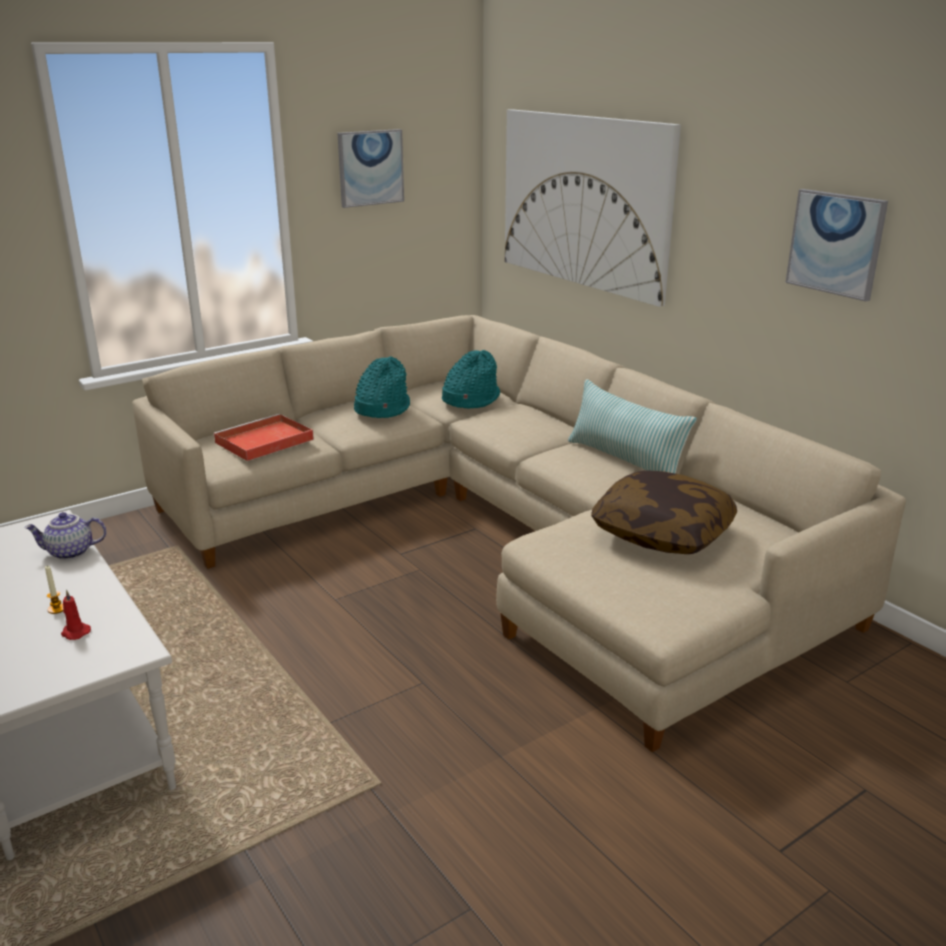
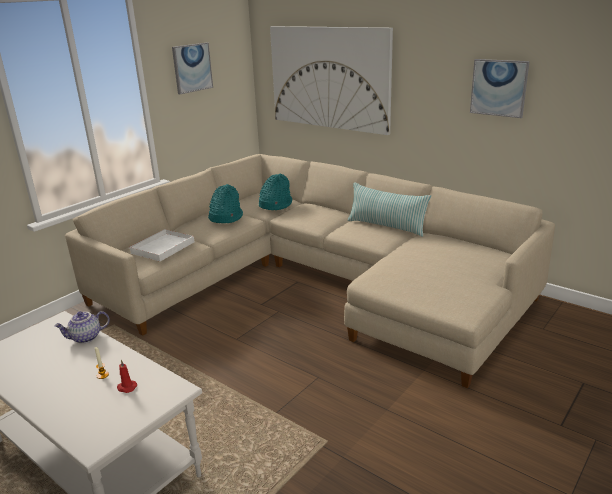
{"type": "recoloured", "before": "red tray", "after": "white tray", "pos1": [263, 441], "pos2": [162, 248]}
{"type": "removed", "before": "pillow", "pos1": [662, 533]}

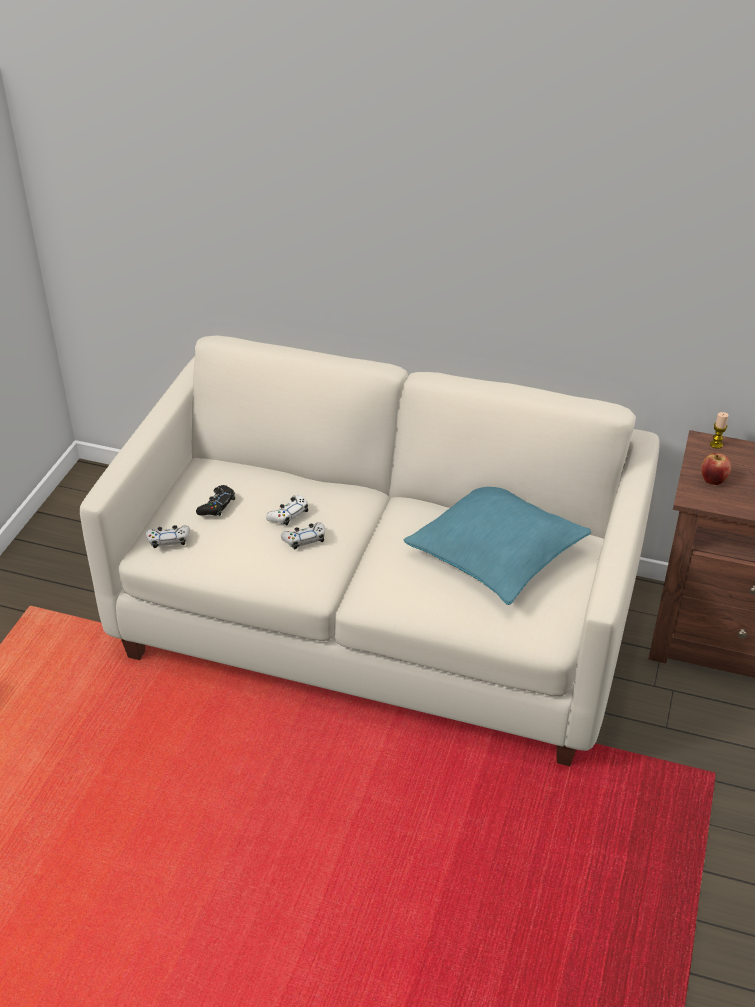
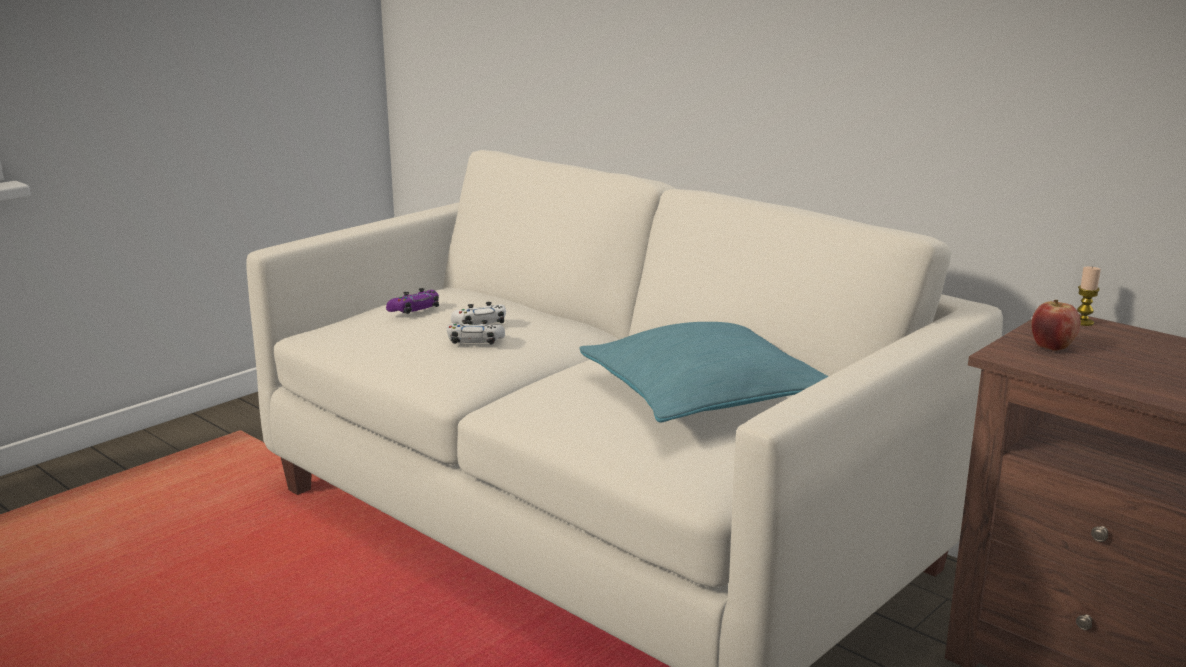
{"type": "removed", "before": "white game controller", "pos1": [169, 540]}
{"type": "recoloured", "before": "black game controller", "after": "purple game controller", "pos1": [216, 506], "pos2": [415, 309]}

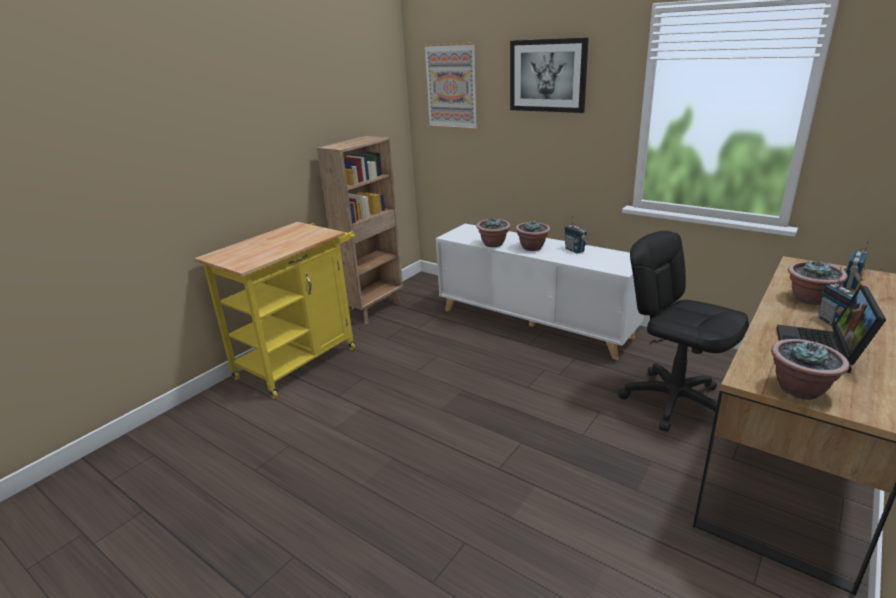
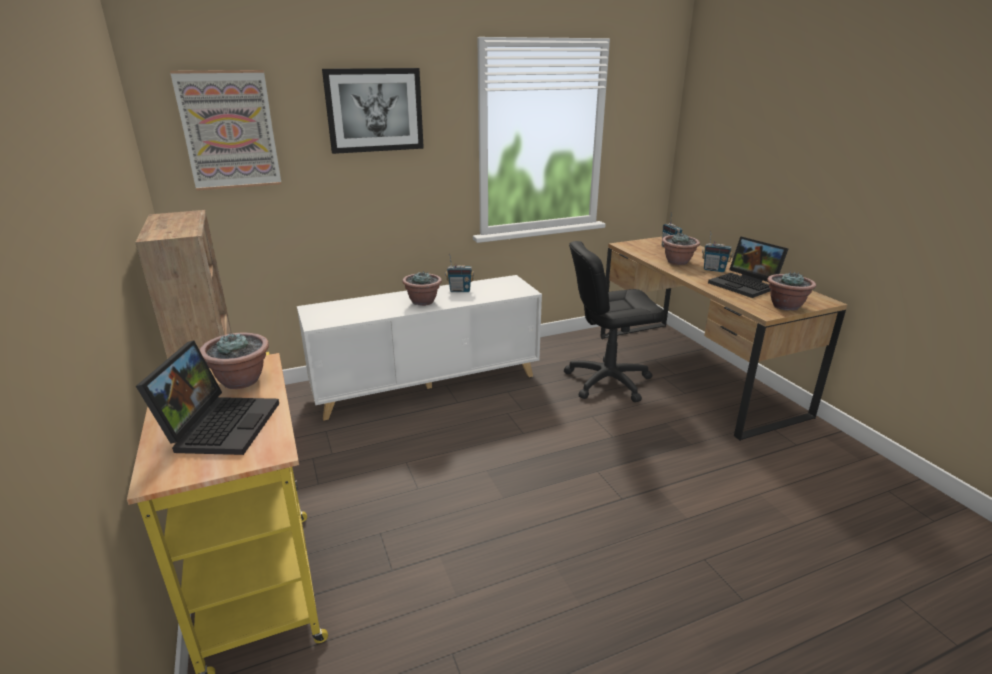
{"type": "moved", "before": "potted plant", "pos1": [493, 244], "pos2": [242, 381]}
{"type": "added", "after": "laptop", "pos2": [220, 424]}

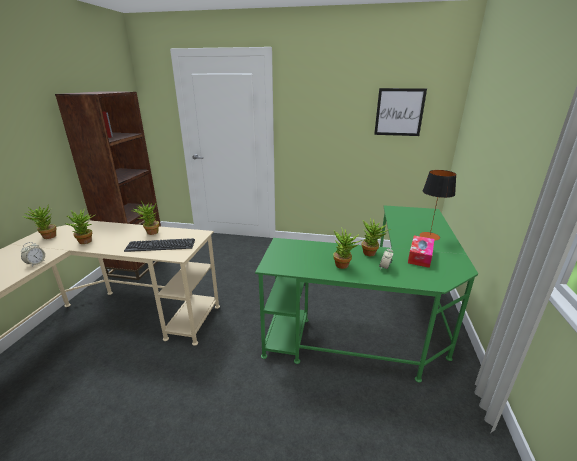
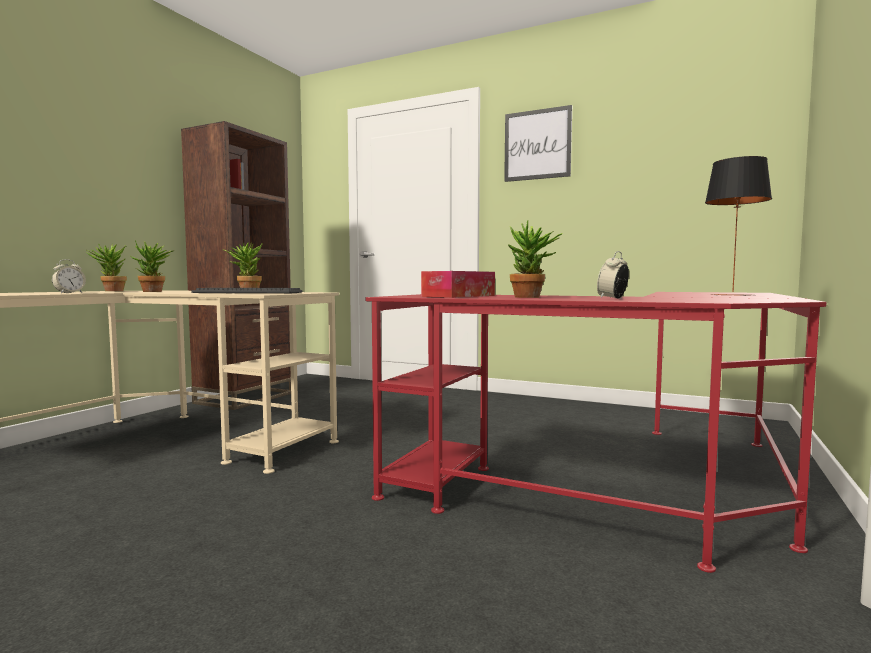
{"type": "recoloured", "before": "green desk", "after": "red desk", "pos1": [375, 324], "pos2": [627, 487]}
{"type": "removed", "before": "potted plant", "pos1": [372, 254]}
{"type": "moved", "before": "picture", "pos1": [399, 112], "pos2": [537, 144]}
{"type": "moved", "before": "tissue box", "pos1": [420, 256], "pos2": [459, 296]}

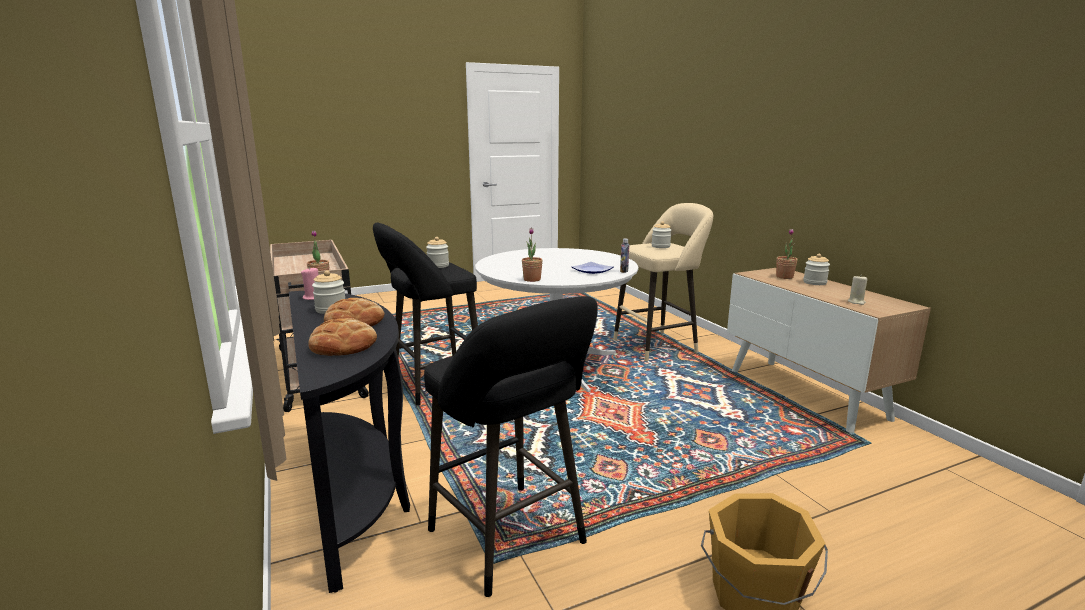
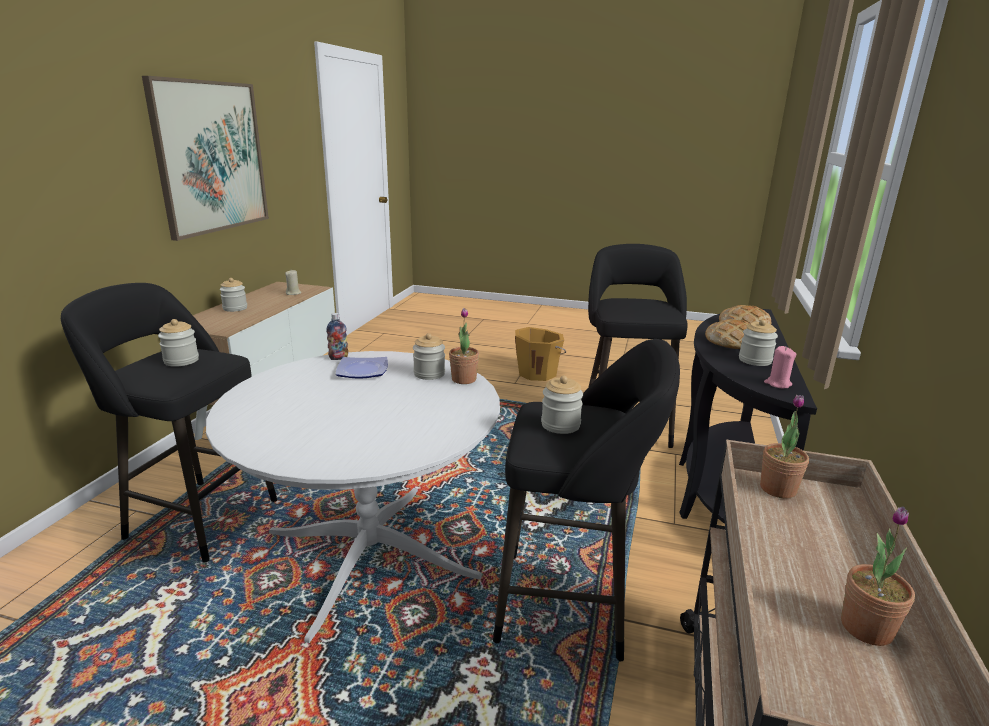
{"type": "recoloured", "before": "beige stool", "after": "black stool", "pos1": [659, 345], "pos2": [196, 517]}
{"type": "moved", "before": "potted plant", "pos1": [784, 277], "pos2": [866, 628]}
{"type": "added", "after": "picture", "pos2": [211, 157]}
{"type": "added", "after": "jar", "pos2": [429, 374]}

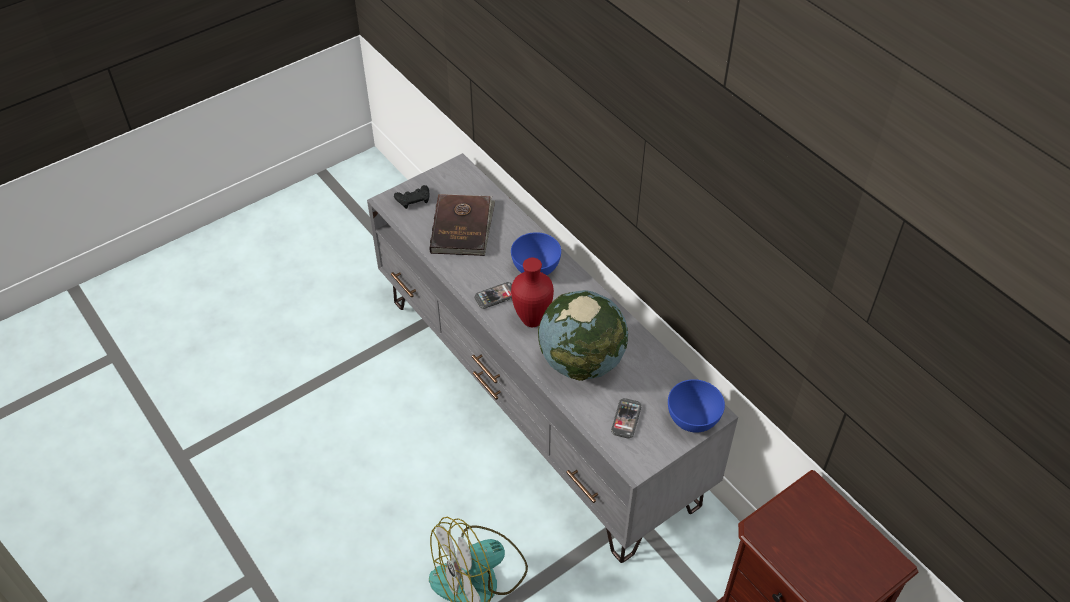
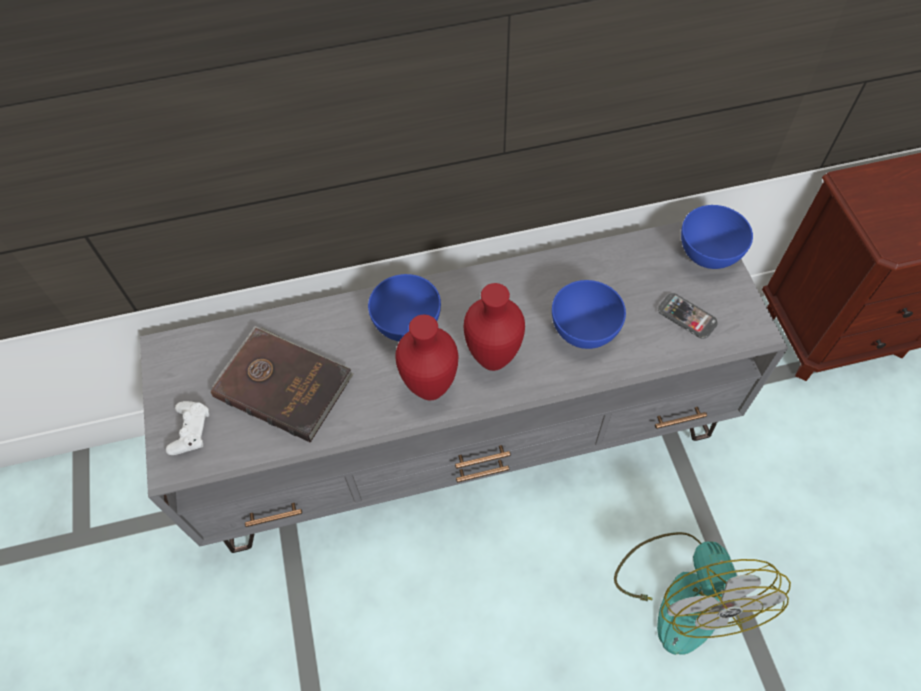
{"type": "recoloured", "before": "black game controller", "after": "white game controller", "pos1": [413, 199], "pos2": [190, 430]}
{"type": "replaced", "before": "phone", "after": "red vase", "pos1": [495, 296], "pos2": [432, 387]}
{"type": "replaced", "before": "globe", "after": "blue bowl", "pos1": [582, 362], "pos2": [584, 330]}

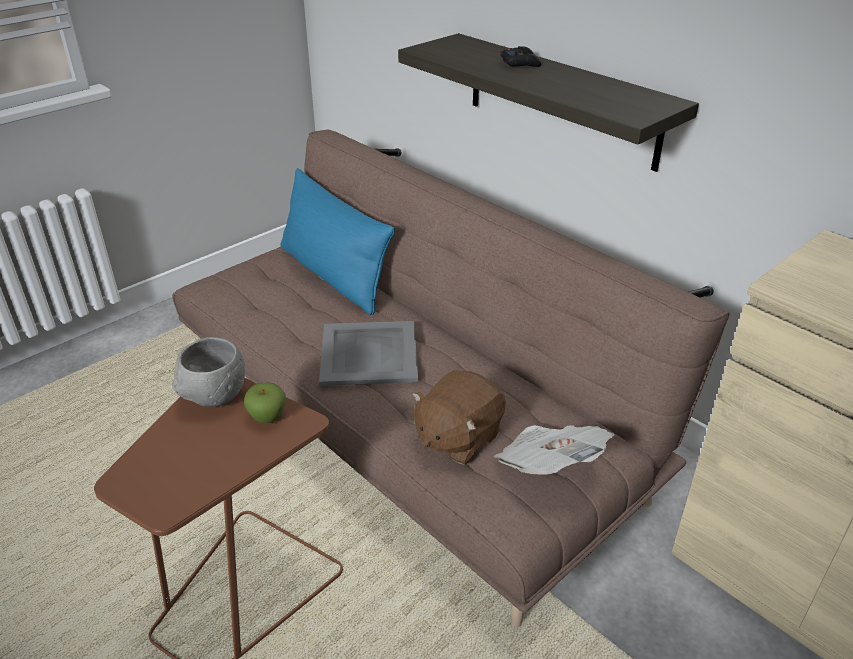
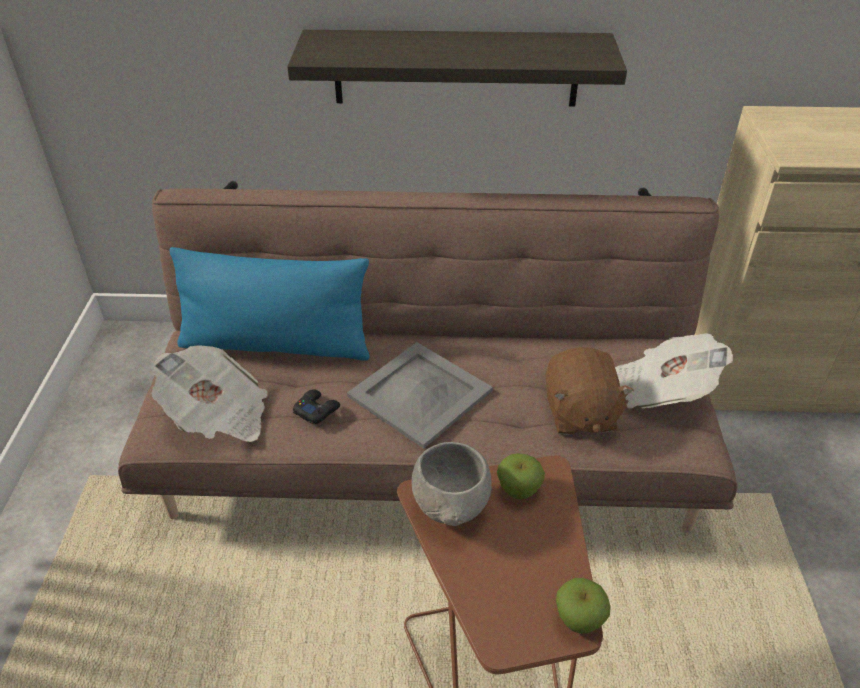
{"type": "moved", "before": "black game controller", "pos1": [520, 63], "pos2": [316, 410]}
{"type": "added", "after": "newspaper", "pos2": [218, 415]}
{"type": "added", "after": "apple", "pos2": [579, 620]}

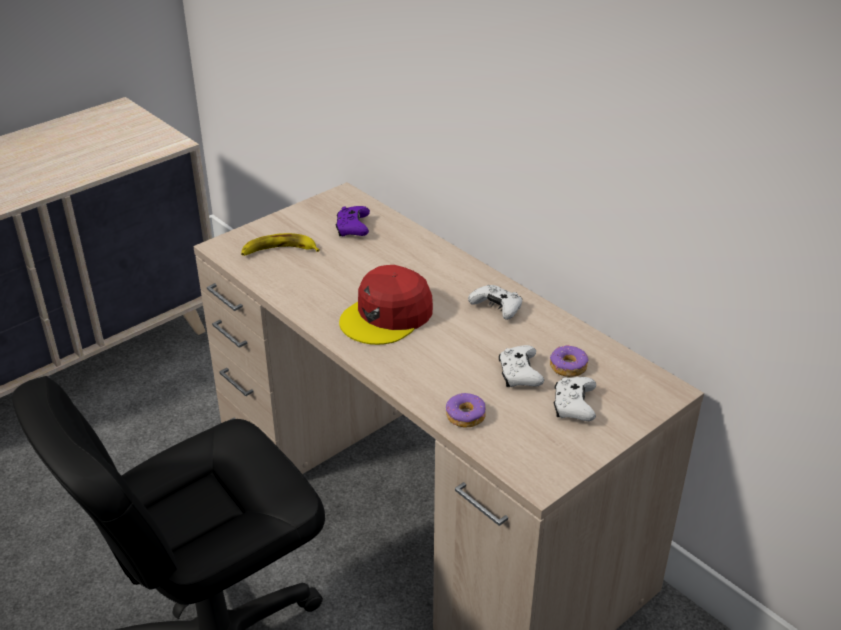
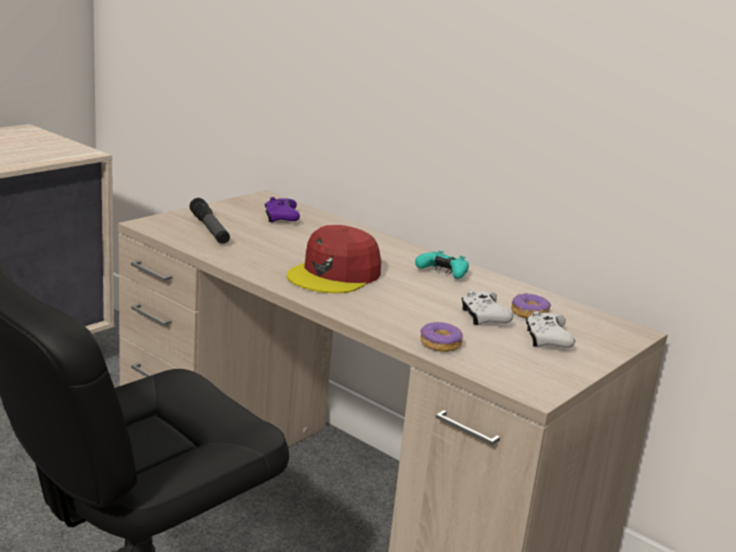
{"type": "replaced", "before": "banana", "after": "flashlight", "pos1": [279, 251], "pos2": [209, 229]}
{"type": "recoloured", "before": "white game controller", "after": "turquoise game controller", "pos1": [497, 308], "pos2": [443, 273]}

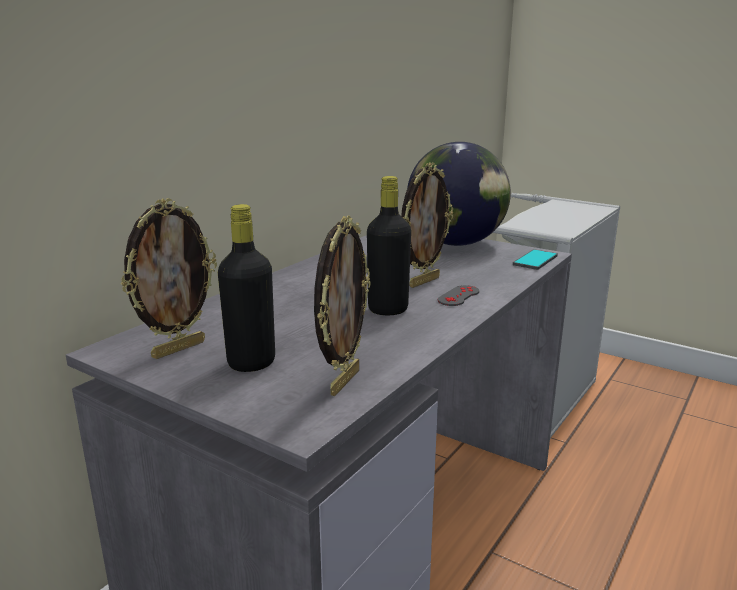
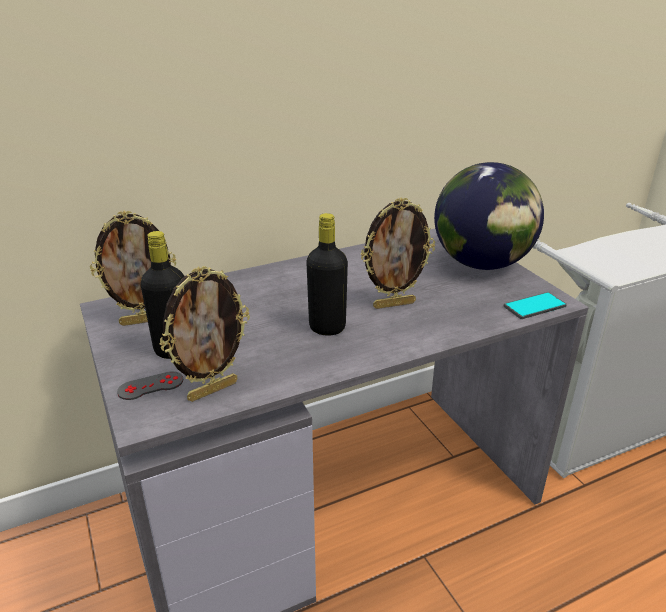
{"type": "moved", "before": "grey game controller", "pos1": [458, 296], "pos2": [150, 386]}

